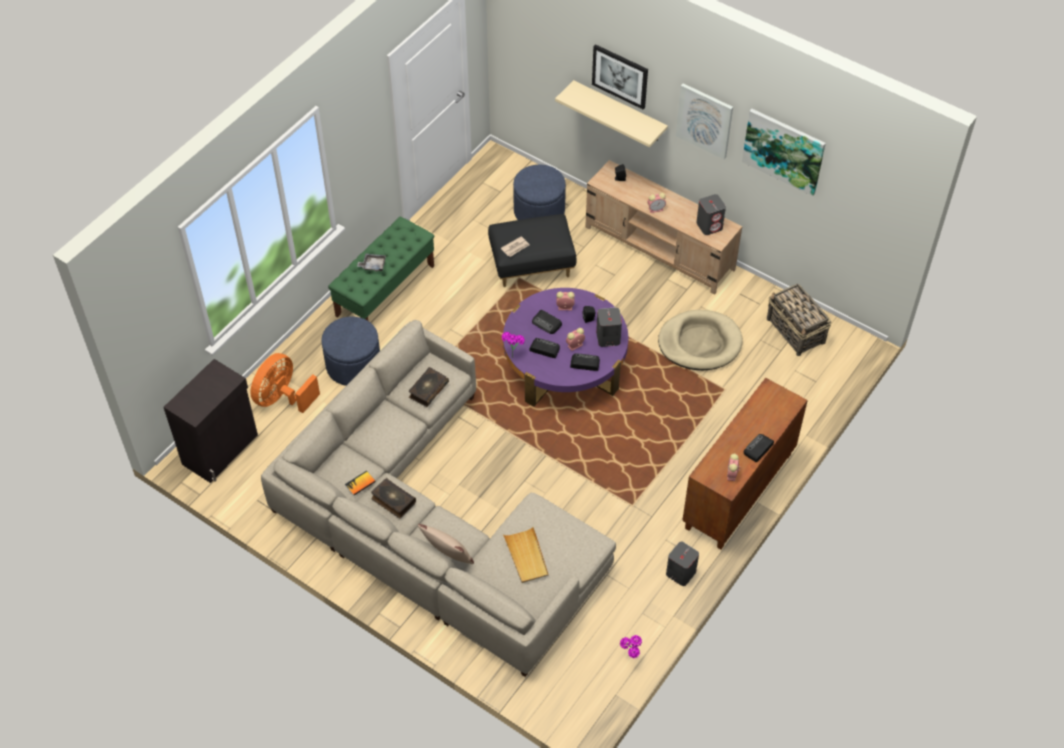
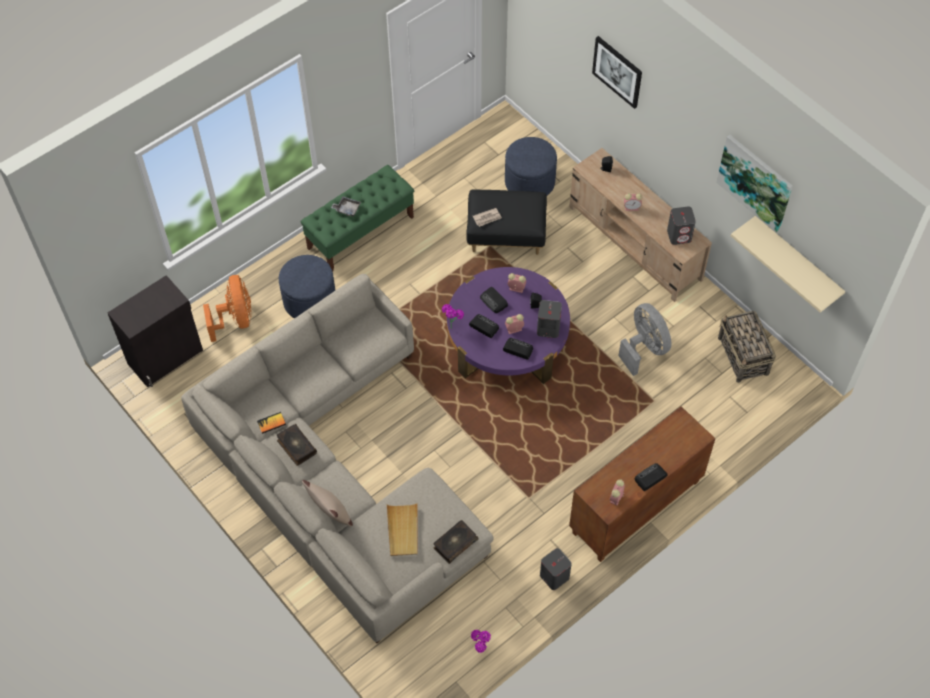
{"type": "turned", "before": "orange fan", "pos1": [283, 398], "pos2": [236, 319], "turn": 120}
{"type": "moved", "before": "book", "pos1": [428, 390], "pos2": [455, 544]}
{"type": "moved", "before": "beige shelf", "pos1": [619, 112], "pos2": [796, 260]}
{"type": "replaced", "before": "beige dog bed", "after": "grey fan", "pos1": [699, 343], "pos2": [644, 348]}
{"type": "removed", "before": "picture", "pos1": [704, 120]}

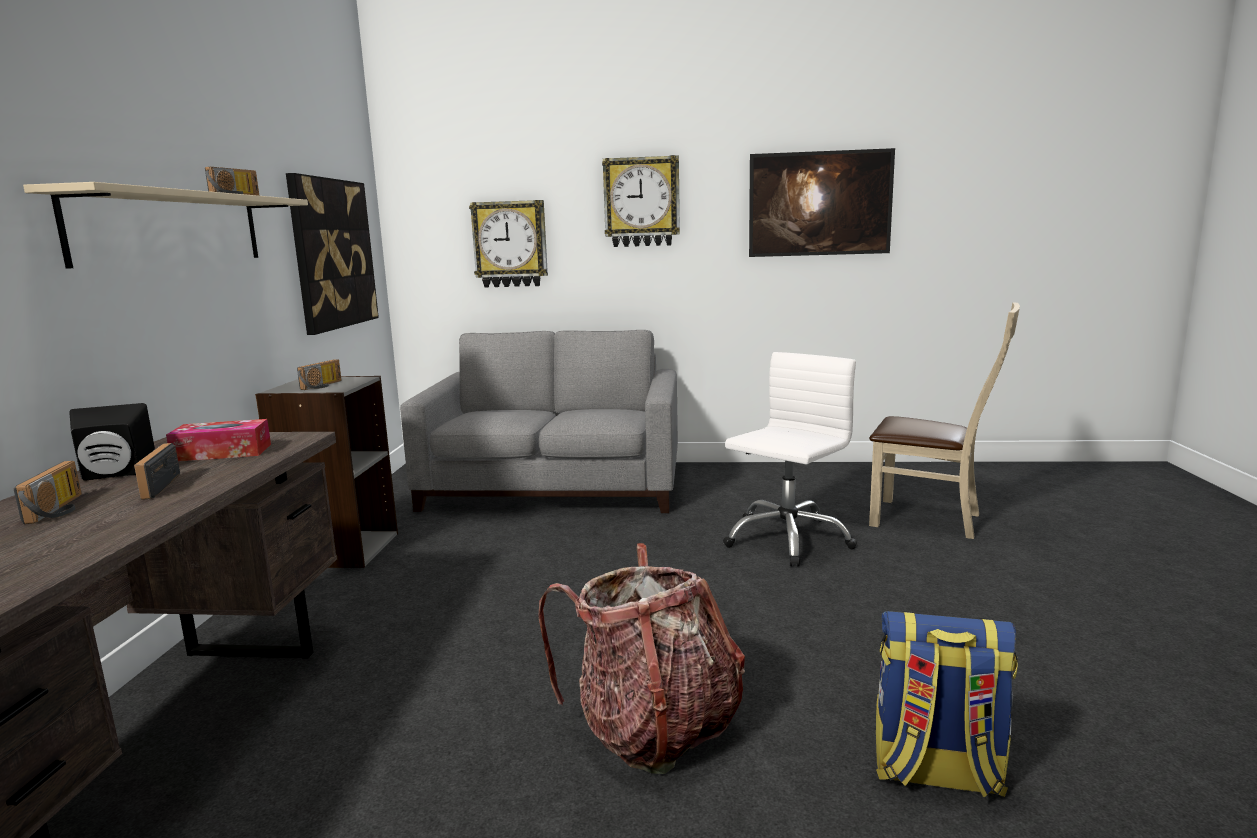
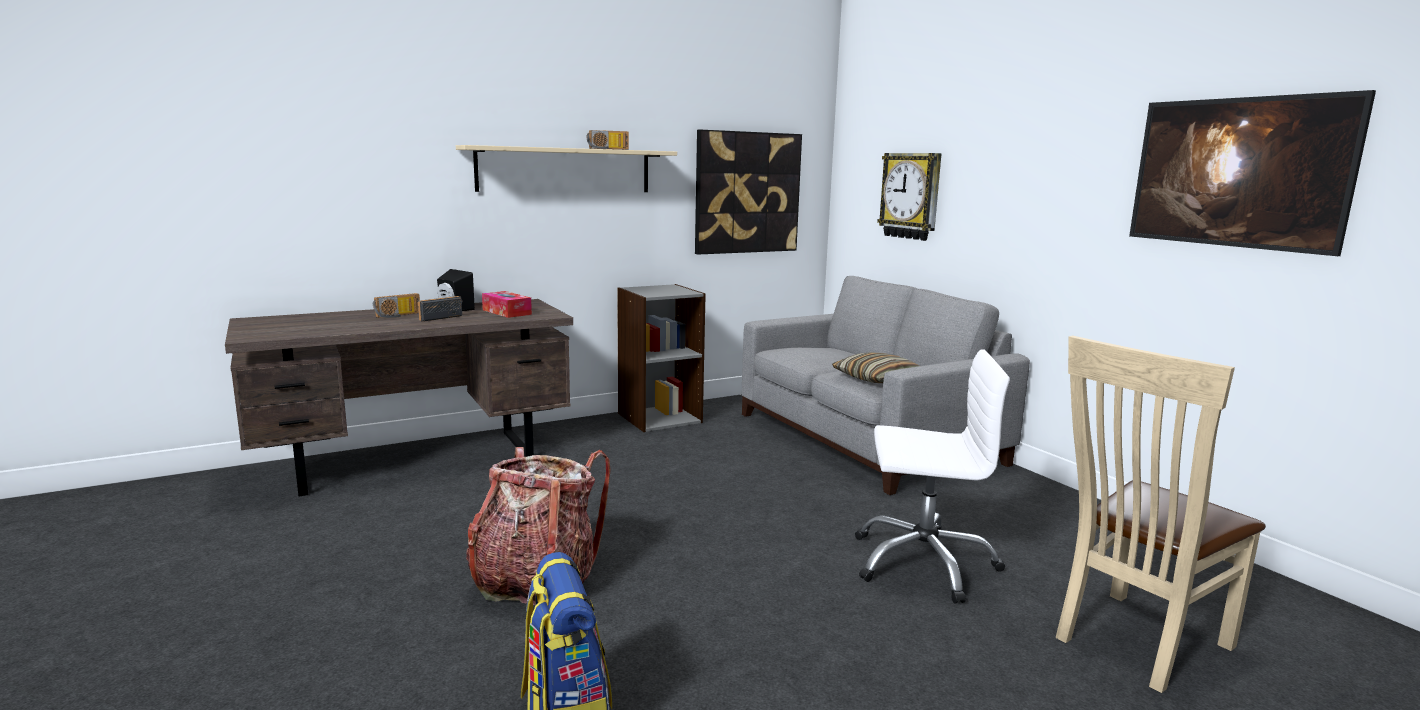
{"type": "removed", "before": "radio", "pos1": [323, 386]}
{"type": "removed", "before": "wall clock", "pos1": [642, 202]}
{"type": "turned", "before": "beige chair", "pos1": [933, 520], "pos2": [1134, 643], "turn": 60}
{"type": "added", "after": "pillow", "pos2": [877, 379]}

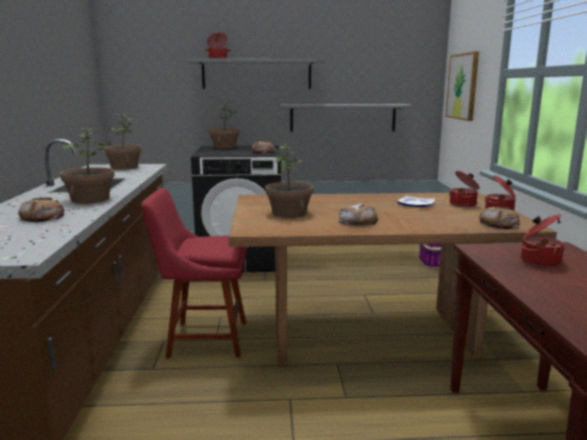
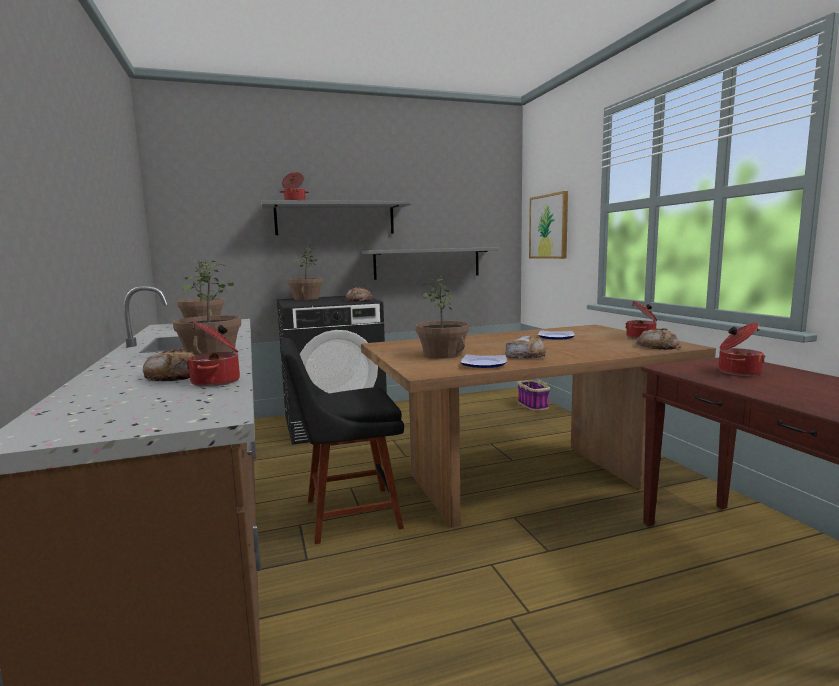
{"type": "recoloured", "before": "red chair", "after": "black chair", "pos1": [203, 338], "pos2": [346, 514]}
{"type": "moved", "before": "cooking pot", "pos1": [463, 204], "pos2": [217, 381]}
{"type": "added", "after": "plate", "pos2": [484, 364]}

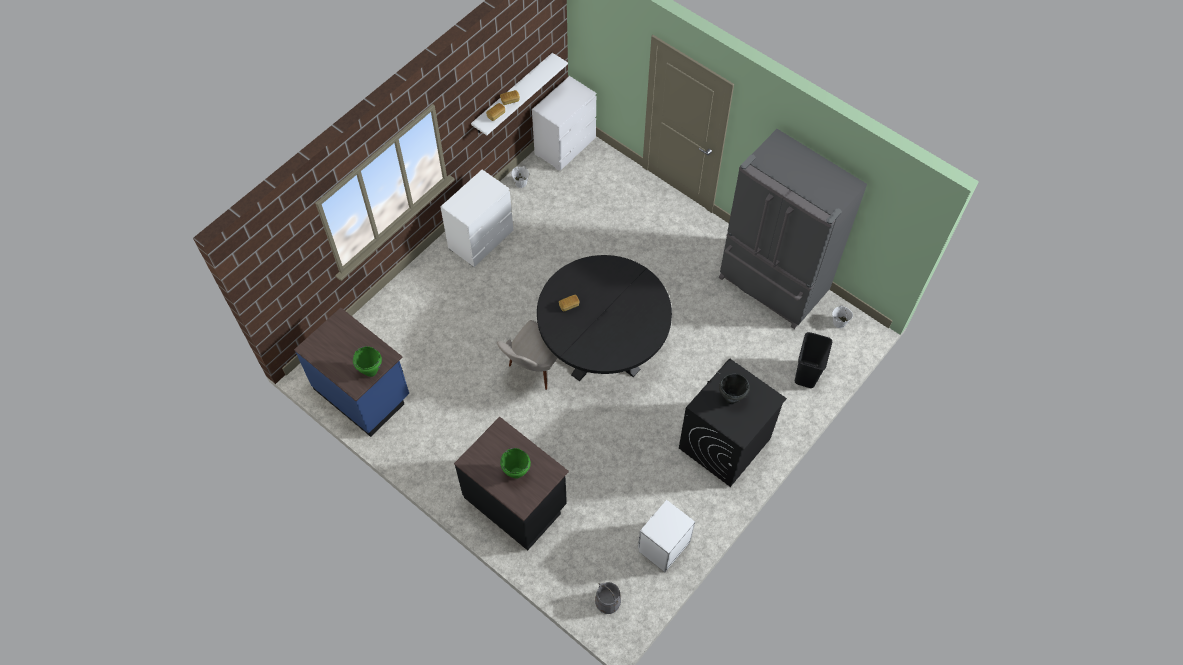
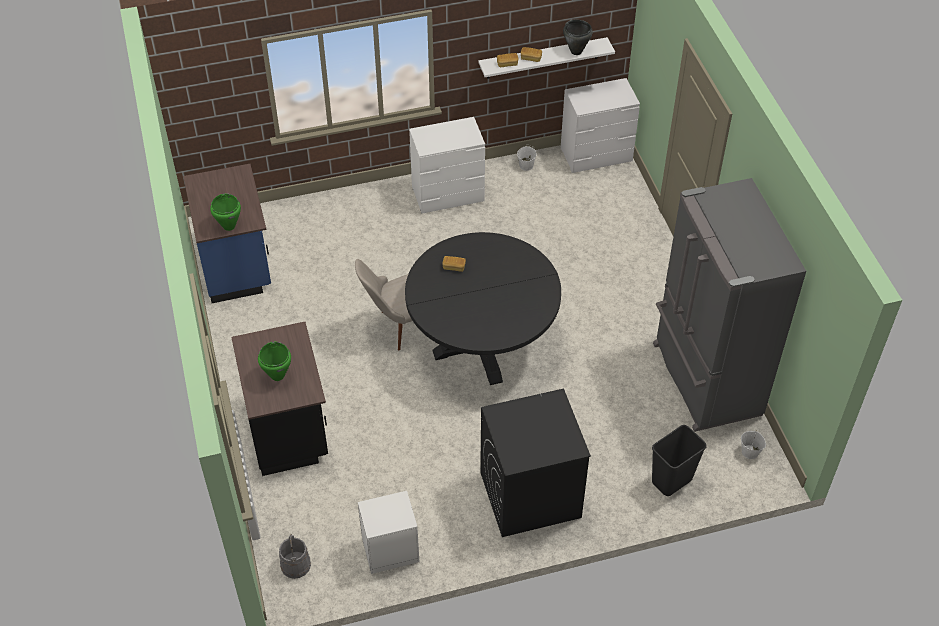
{"type": "moved", "before": "black cooking pot", "pos1": [731, 399], "pos2": [576, 51]}

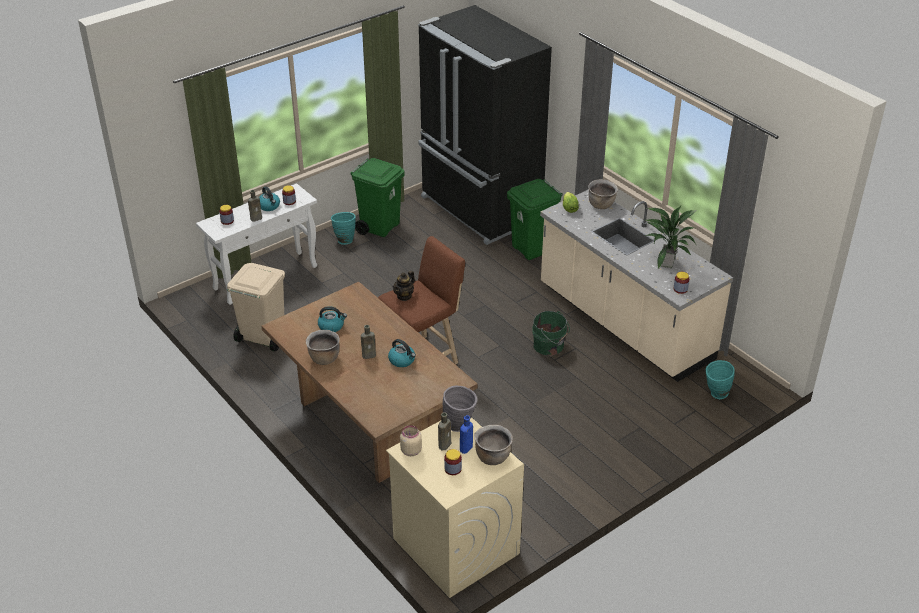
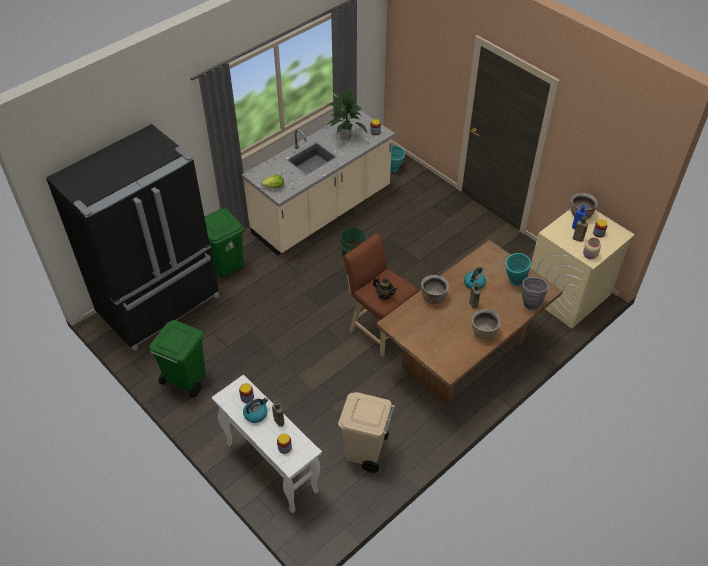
{"type": "removed", "before": "kettle", "pos1": [331, 326]}
{"type": "moved", "before": "turquoise vase", "pos1": [344, 240], "pos2": [514, 282]}
{"type": "moved", "before": "grey vase", "pos1": [460, 426], "pos2": [530, 303]}
{"type": "moved", "before": "brown cooking pot", "pos1": [601, 205], "pos2": [433, 297]}

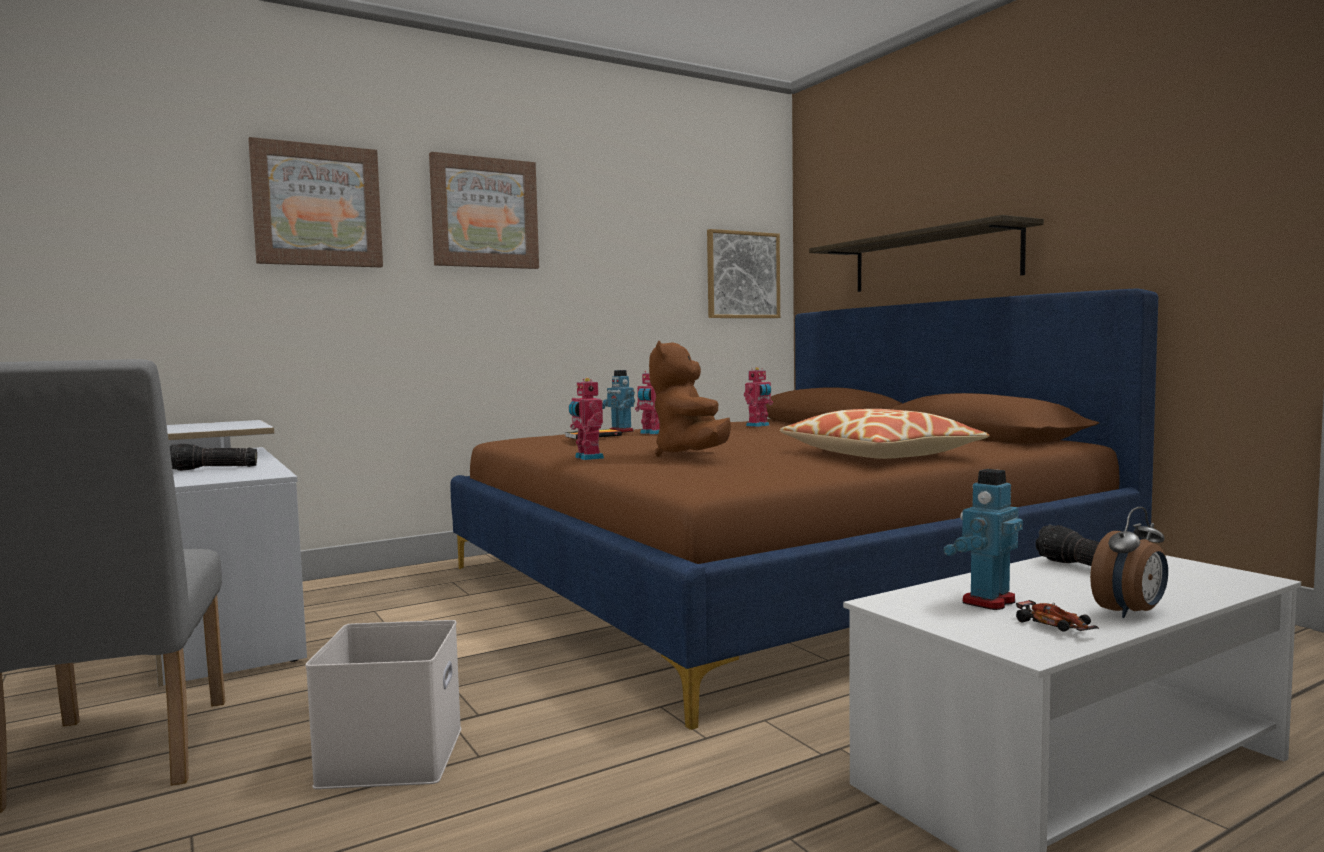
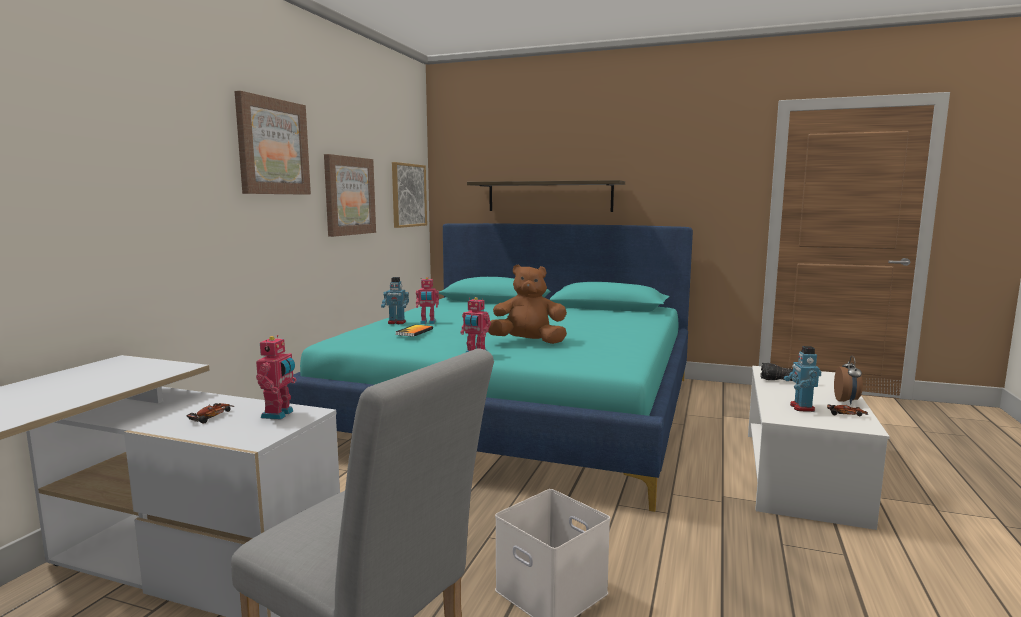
{"type": "replaced", "before": "flashlight", "after": "toy car", "pos1": [213, 469], "pos2": [211, 417]}
{"type": "moved", "before": "picture", "pos1": [317, 205], "pos2": [349, 196]}
{"type": "recoloured", "before": "brown bed", "after": "turquoise bed", "pos1": [773, 580], "pos2": [519, 410]}
{"type": "turned", "before": "brown plush toy", "pos1": [691, 455], "pos2": [528, 342], "turn": 135}
{"type": "moved", "before": "toy robot", "pos1": [758, 425], "pos2": [279, 414]}
{"type": "removed", "before": "pillow", "pos1": [879, 455]}

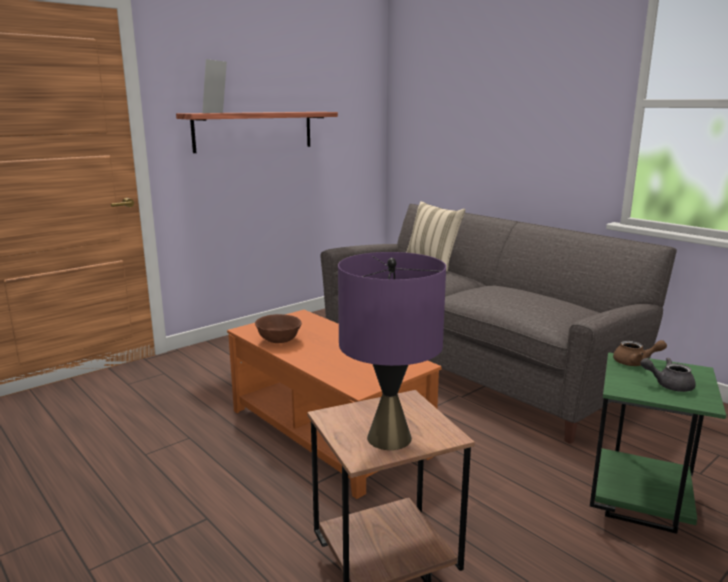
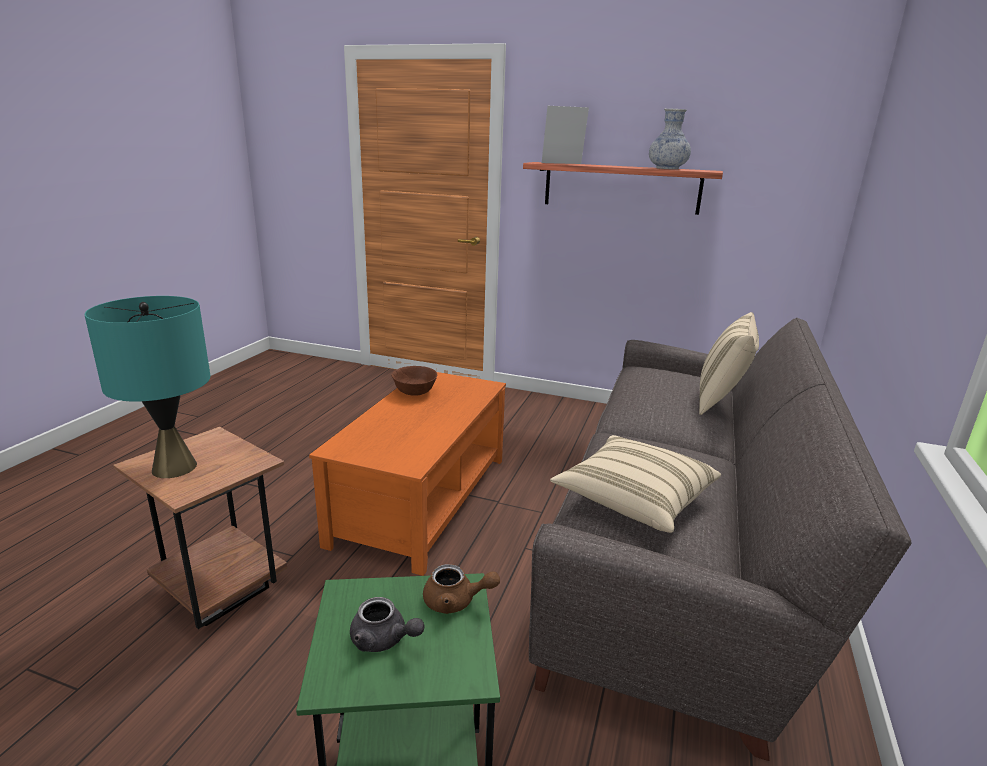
{"type": "recoloured", "before": "purple table lamp", "after": "turquoise table lamp", "pos1": [388, 438], "pos2": [175, 467]}
{"type": "turned", "before": "brown teapot", "pos1": [635, 362], "pos2": [456, 601], "turn": -60}
{"type": "turned", "before": "grey teapot", "pos1": [668, 385], "pos2": [384, 640], "turn": 135}
{"type": "added", "after": "beige pillow", "pos2": [634, 500]}
{"type": "added", "after": "vase", "pos2": [667, 168]}

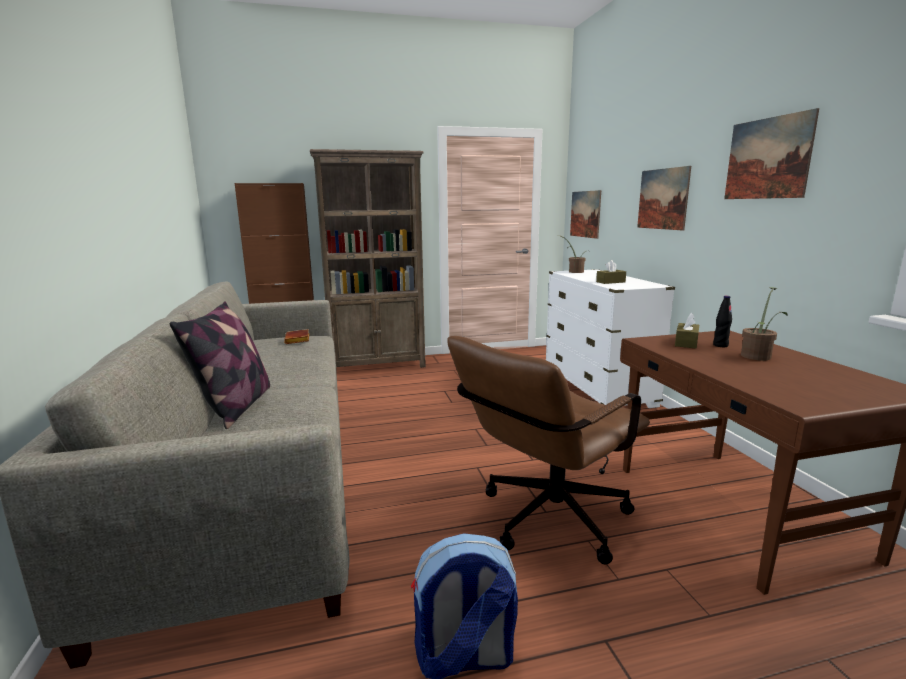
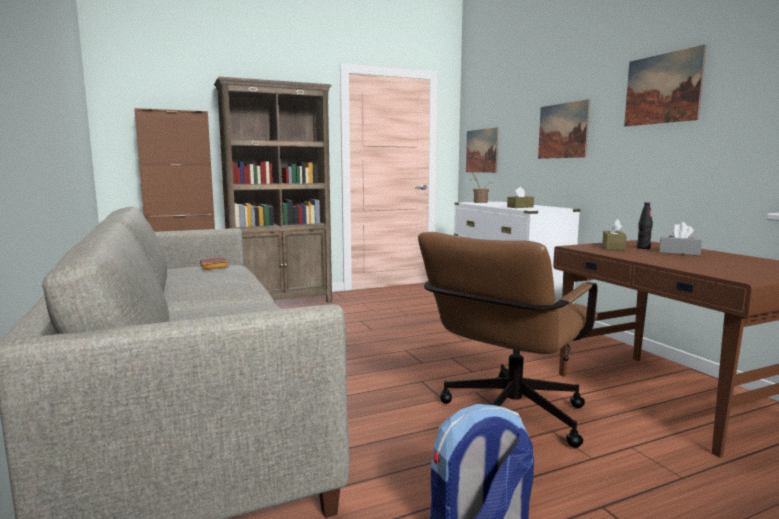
{"type": "removed", "before": "pillow", "pos1": [236, 406]}
{"type": "replaced", "before": "potted plant", "after": "grey tissue box", "pos1": [758, 355], "pos2": [679, 252]}

